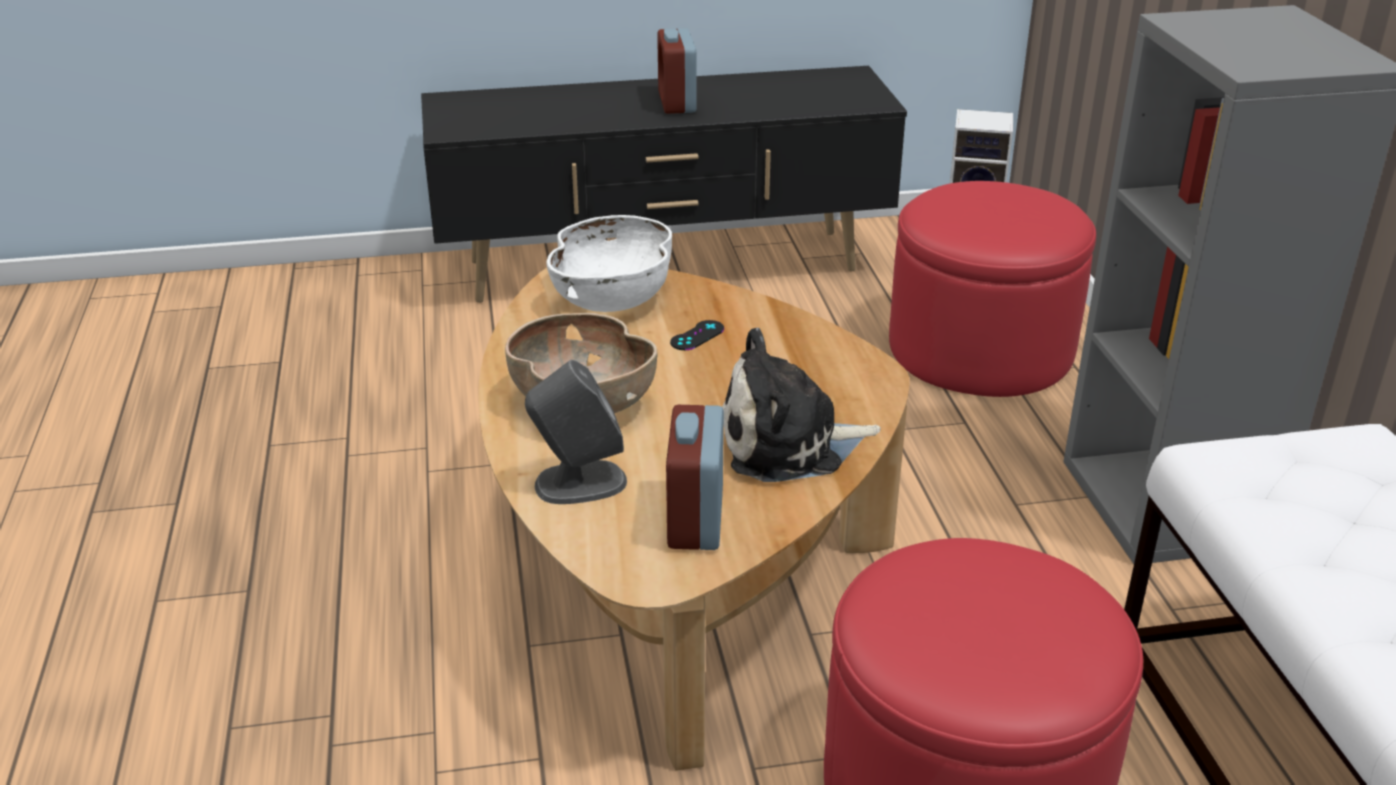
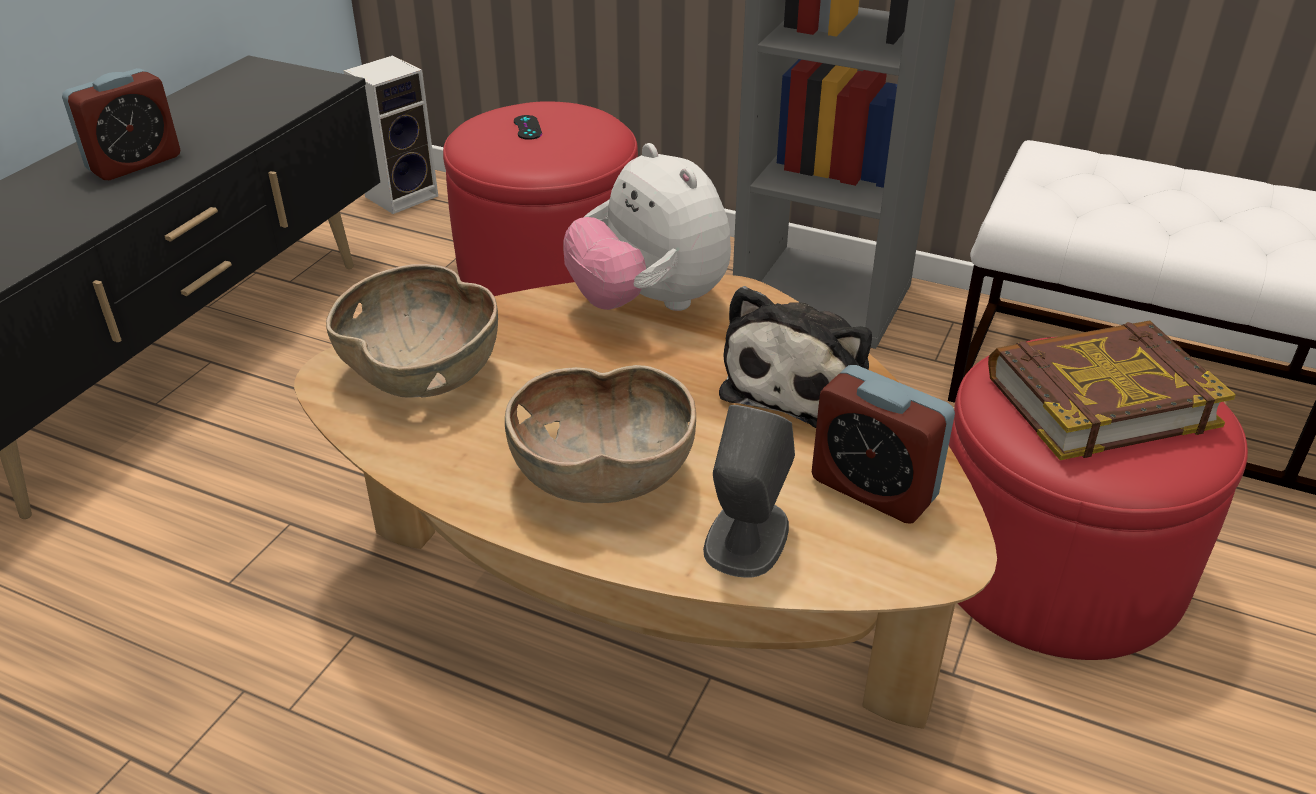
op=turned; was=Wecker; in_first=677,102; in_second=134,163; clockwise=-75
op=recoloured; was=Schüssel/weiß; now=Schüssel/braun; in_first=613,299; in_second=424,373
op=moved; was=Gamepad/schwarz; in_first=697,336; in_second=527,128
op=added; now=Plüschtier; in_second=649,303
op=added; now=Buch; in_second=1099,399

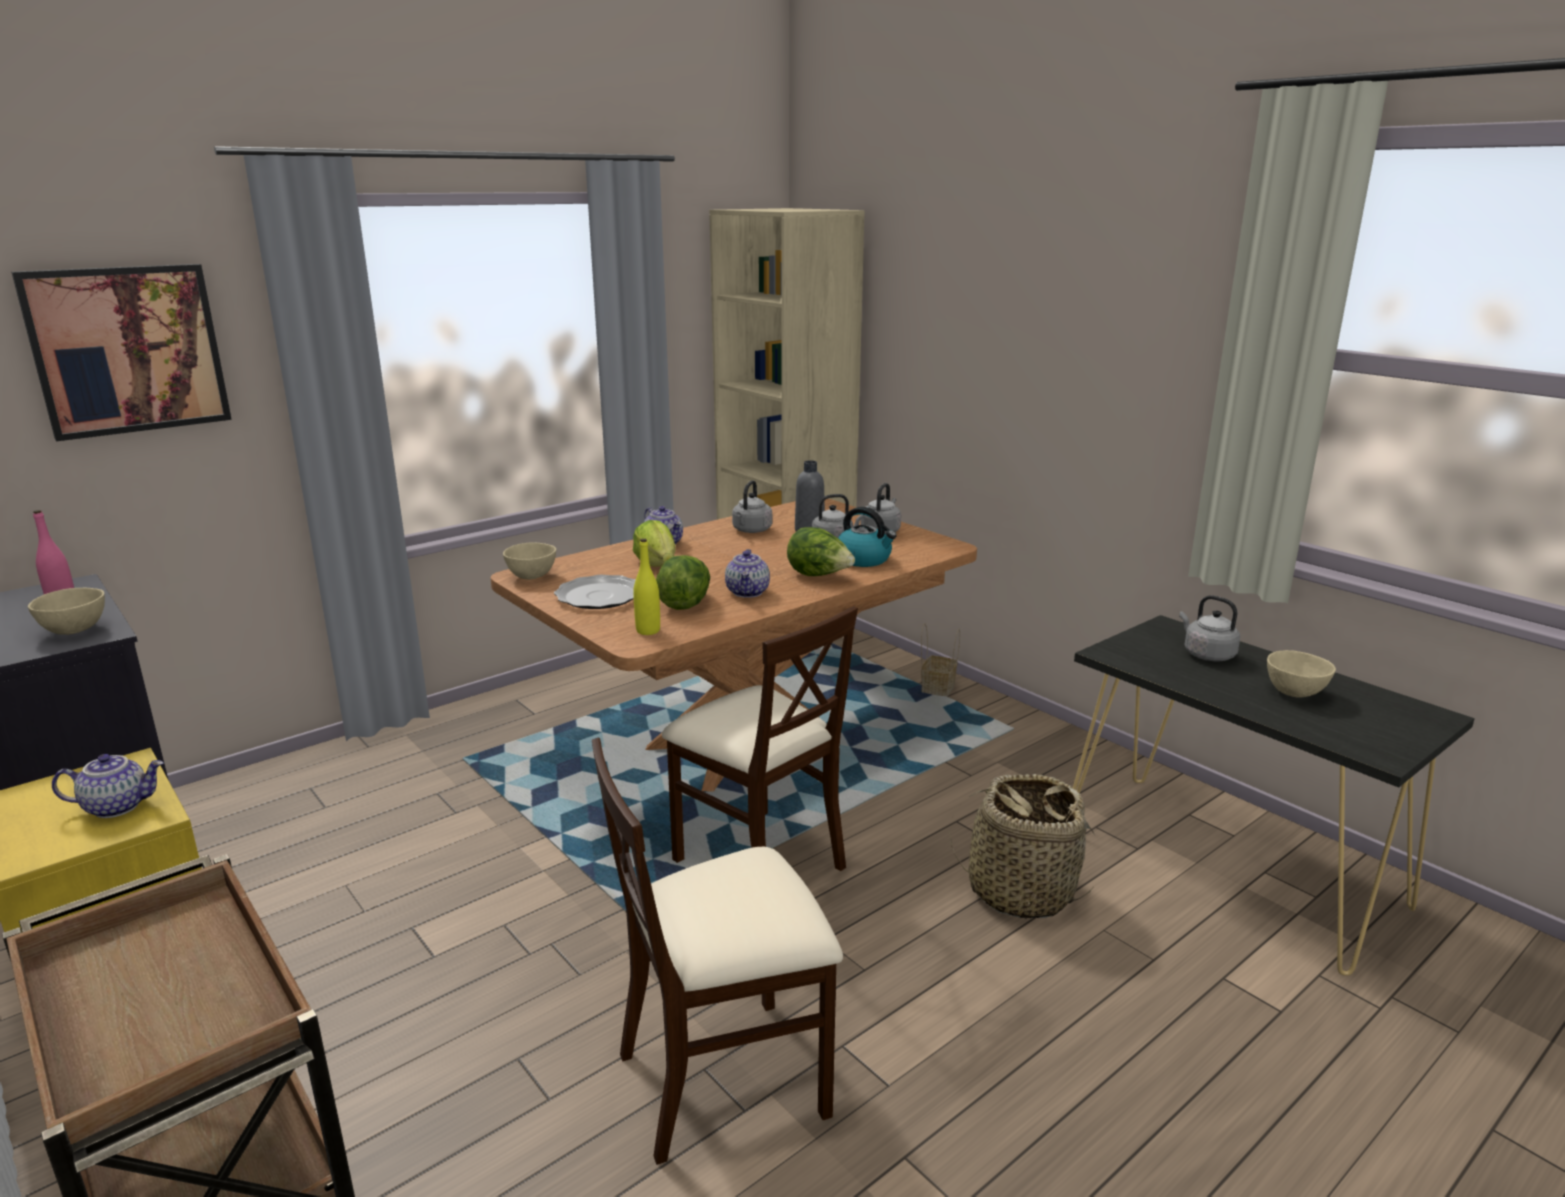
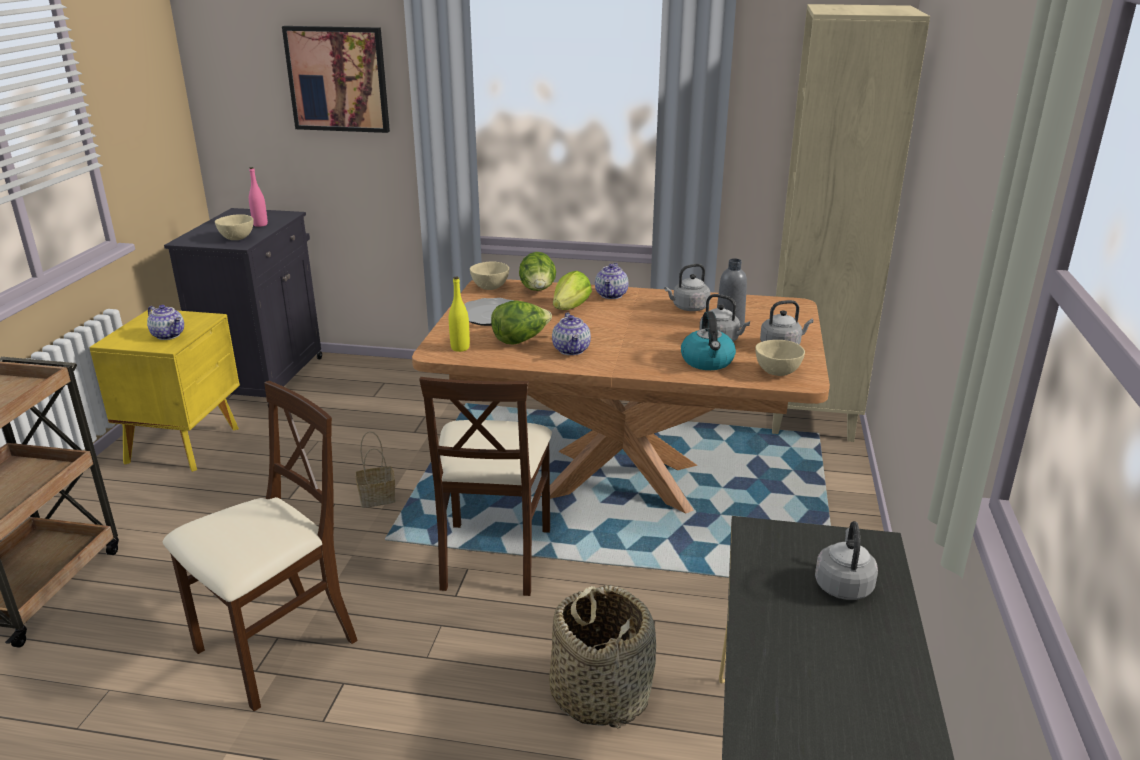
op=moved; was=Salatkopf; in_first=819,576; in_second=538,291
op=turned; was=Teekanne; in_first=748,592; in_second=572,350; clockwise=-60
op=moved; was=Korb; in_first=937,688; in_second=378,497
op=moved; was=Schüssel/beige; in_first=1296,693; in_second=777,373
op=turned; was=Stuhl/beige; in_first=724,1078; in_second=276,649; clockwise=105

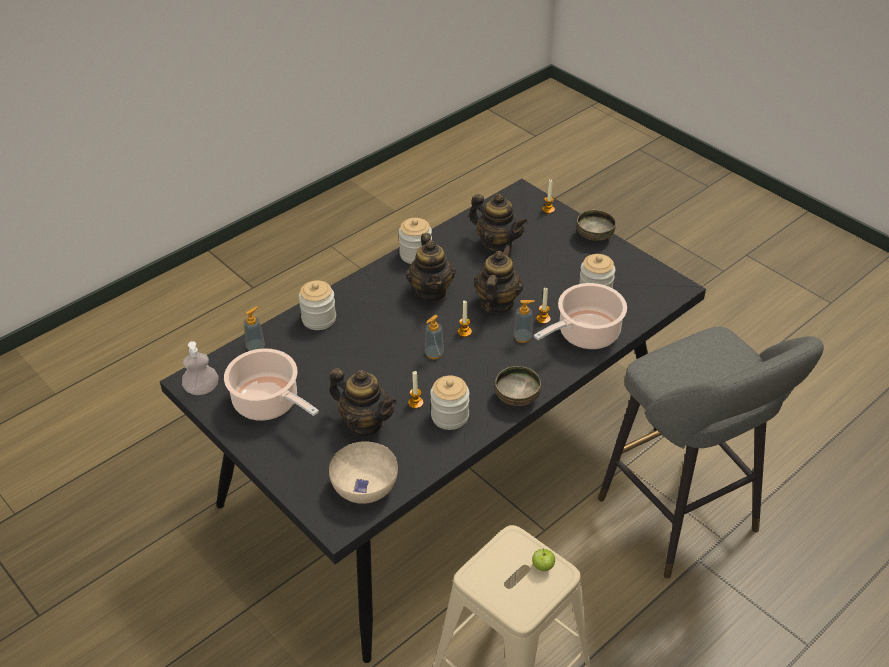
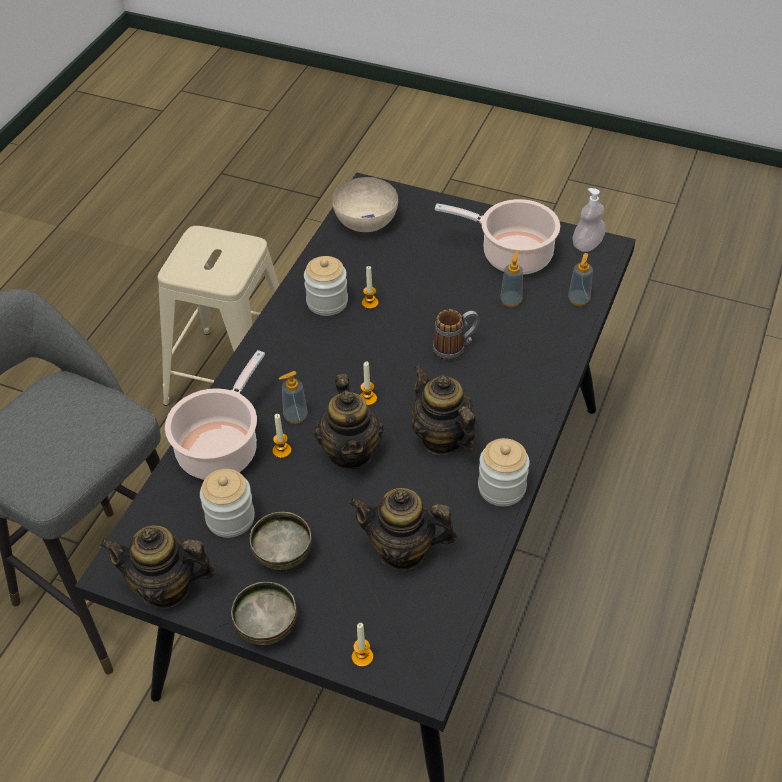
op=removed; was=Vorratsglas; in_first=319,319
op=moved; was=Seifenspender; in_first=434,354; in_second=511,301
op=moved; was=Schüssel; in_first=517,398; in_second=281,554
op=moved; was=Teekanne; in_first=365,423; in_second=166,587
op=removed; was=Apfel; in_first=543,566
op=added; now=Henkelbecher; in_second=455,348

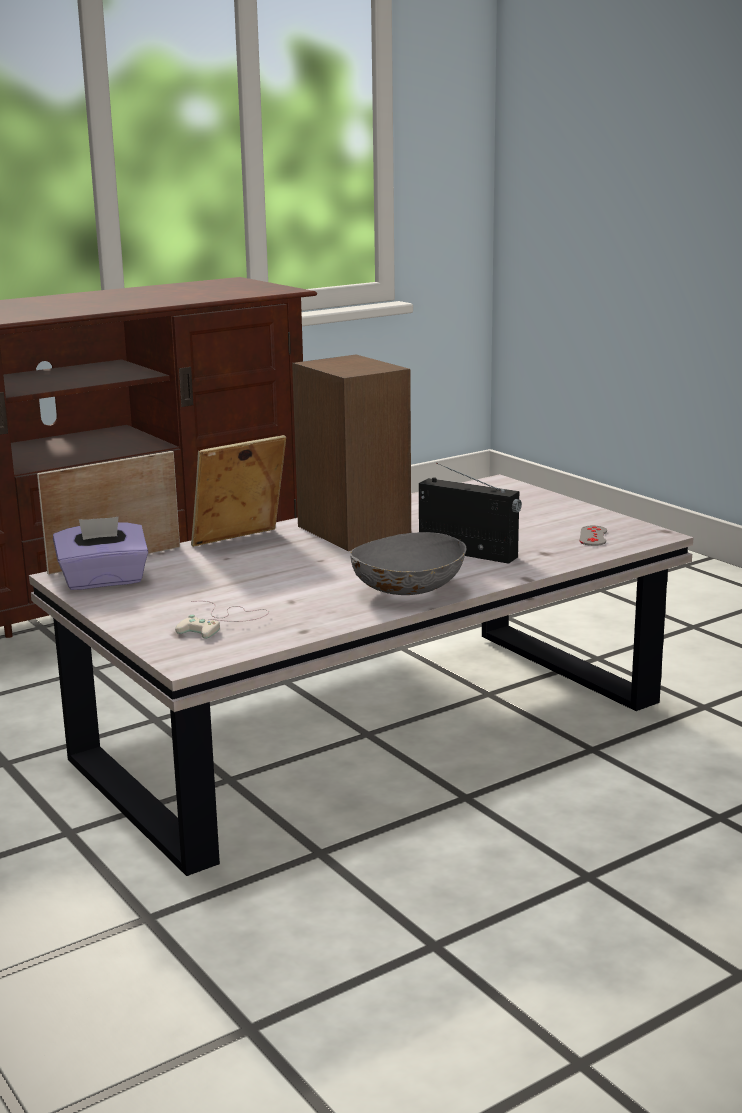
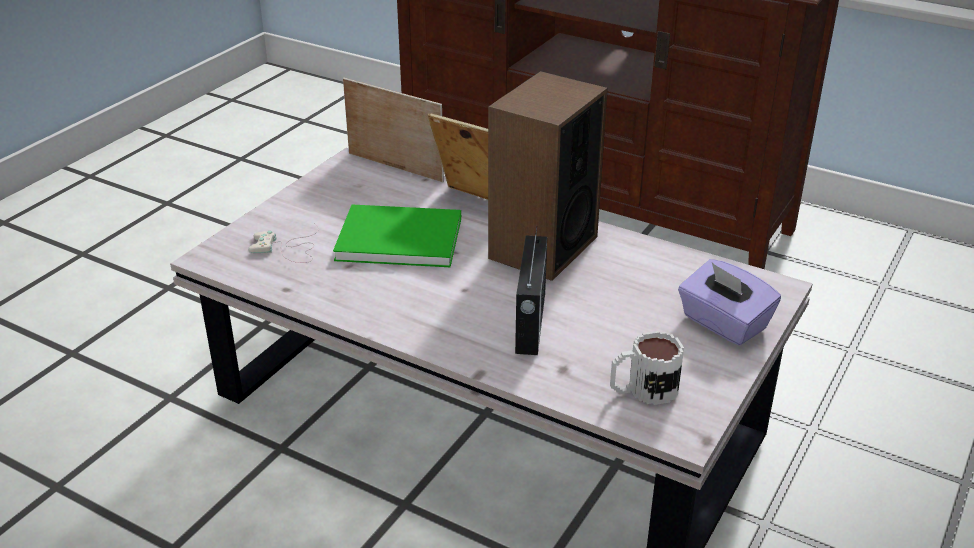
op=moved; was=Taschentuchbox/lila; in_first=103,581; in_second=723,324
op=replaced; was=Gamepad/grau; now=Henkelbecher; in_first=593,536; in_second=642,390
op=removed; was=Schüssel/grau; in_first=408,592
op=added; now=Buch/grün; in_second=396,237

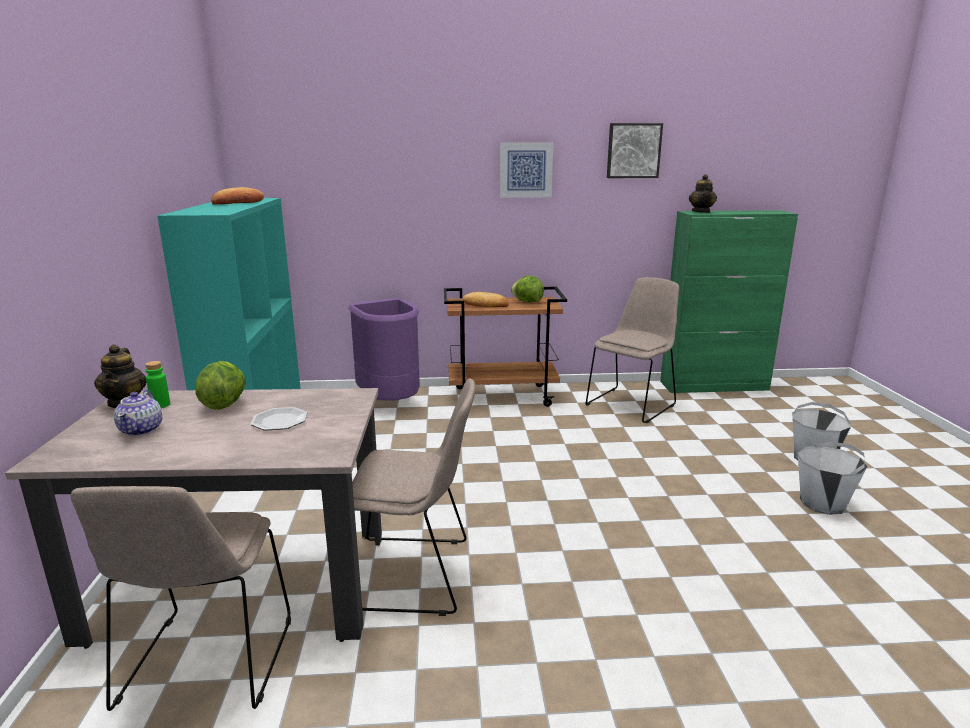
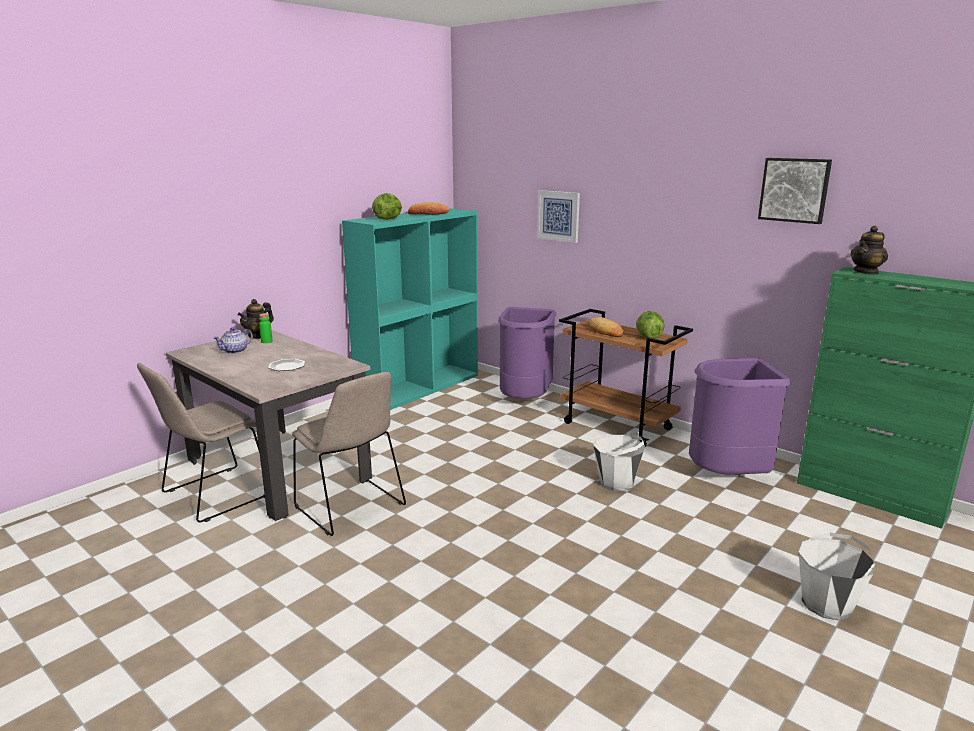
op=moved; was=Bild; in_first=525,170; in_second=558,216
op=replaced; was=Stuhl/beige; now=Mülleimer/lila; in_first=631,404; in_second=727,476
op=moved; was=Salatkopf; in_first=224,404; in_second=388,219
op=moved; was=Eimer/weiß; in_first=823,503; in_second=616,482

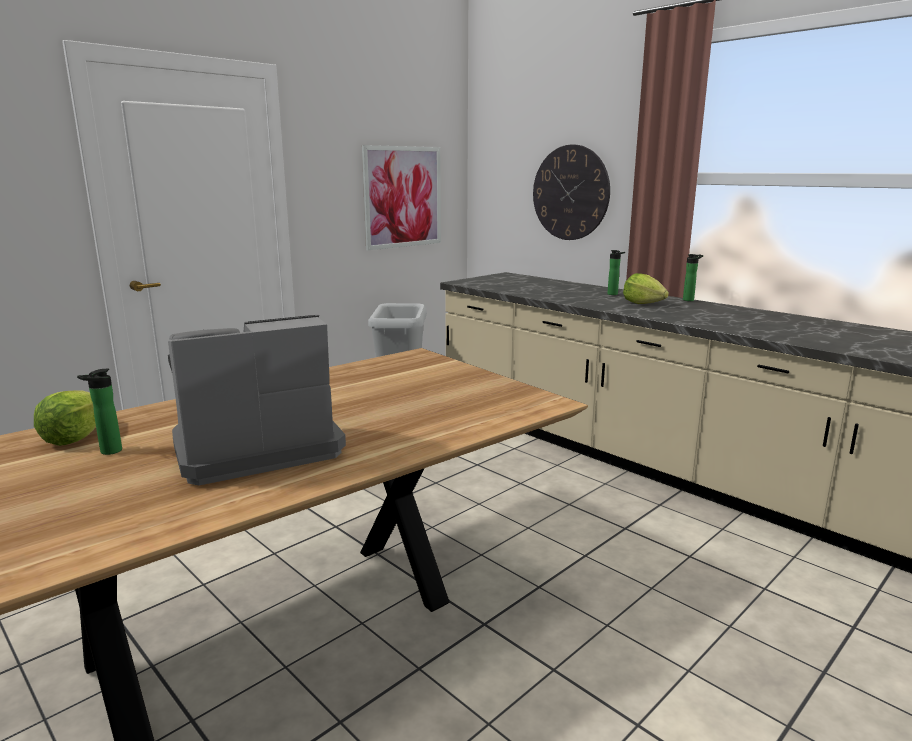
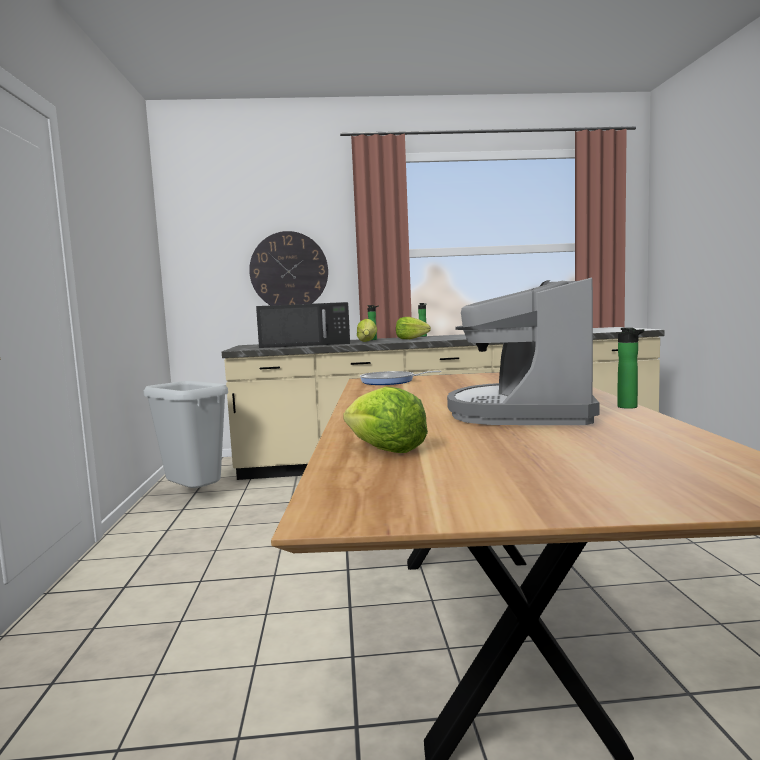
op=removed; was=Bild; in_first=403,197
op=moved; was=Flasche; in_first=108,452; in_second=629,407
op=added; now=Mikrowelle/schwarz; in_second=308,344
op=added; now=Salatkopf; in_second=367,341
op=added; now=Pfanne; in_second=390,382

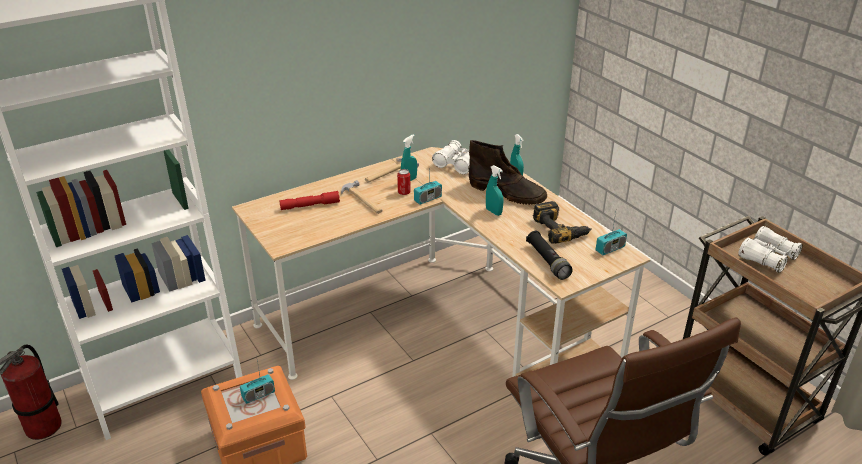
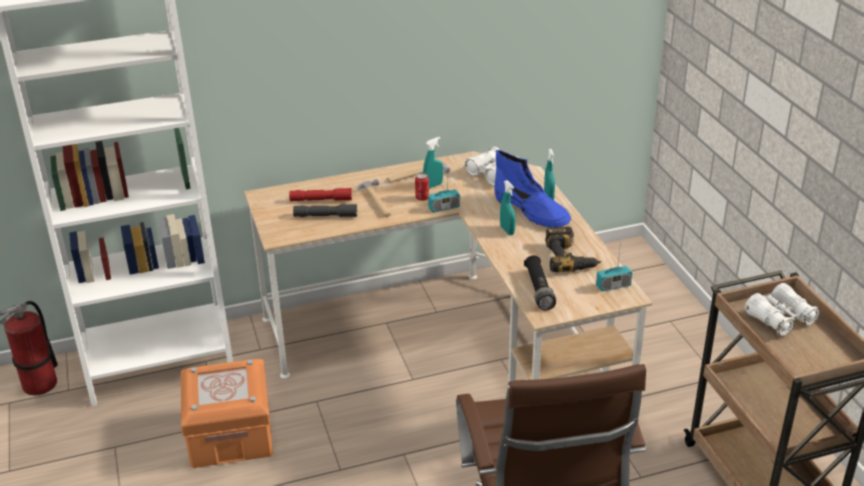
op=recoloured; was=Stiefel/braun; now=Stiefel/blau; in_first=507,193; in_second=532,211
op=removed; was=Radio; in_first=258,395
op=added; now=Taschenlampe/grau; in_second=325,216

